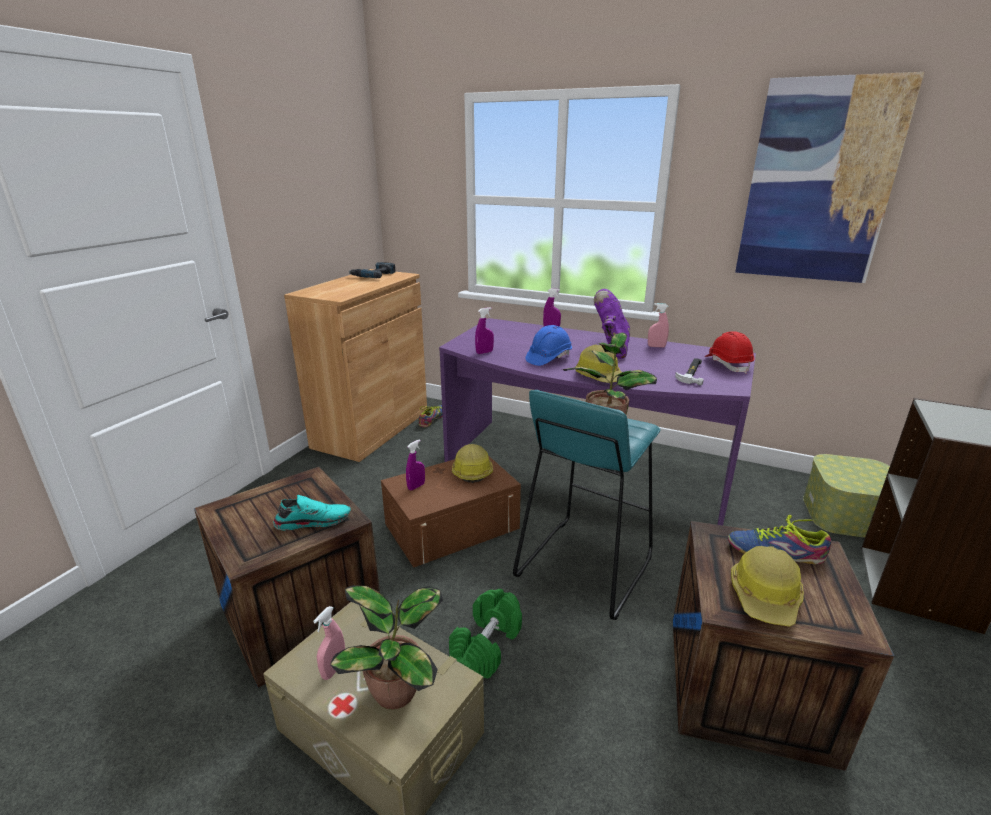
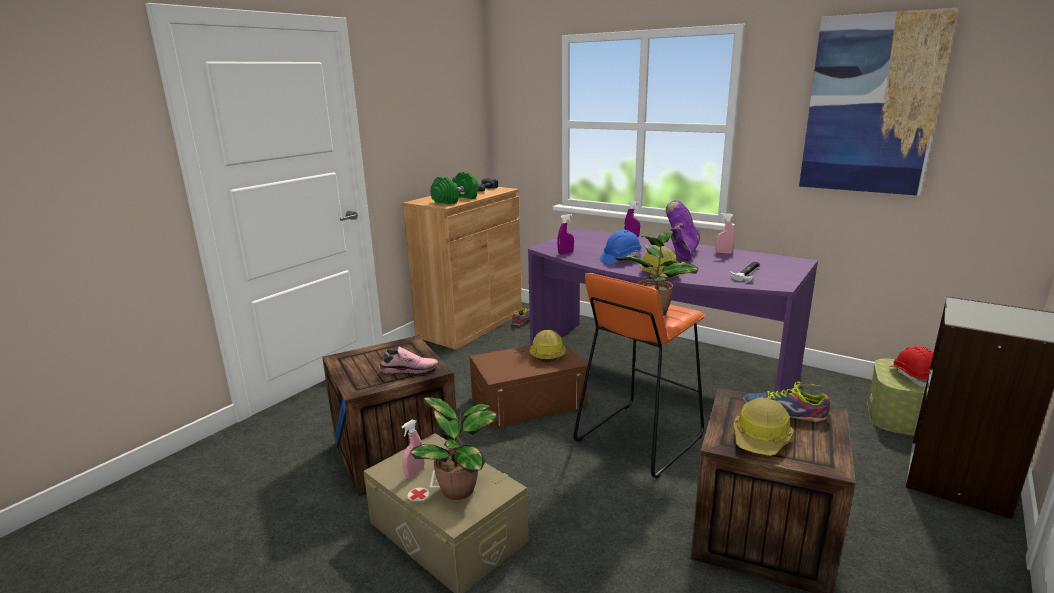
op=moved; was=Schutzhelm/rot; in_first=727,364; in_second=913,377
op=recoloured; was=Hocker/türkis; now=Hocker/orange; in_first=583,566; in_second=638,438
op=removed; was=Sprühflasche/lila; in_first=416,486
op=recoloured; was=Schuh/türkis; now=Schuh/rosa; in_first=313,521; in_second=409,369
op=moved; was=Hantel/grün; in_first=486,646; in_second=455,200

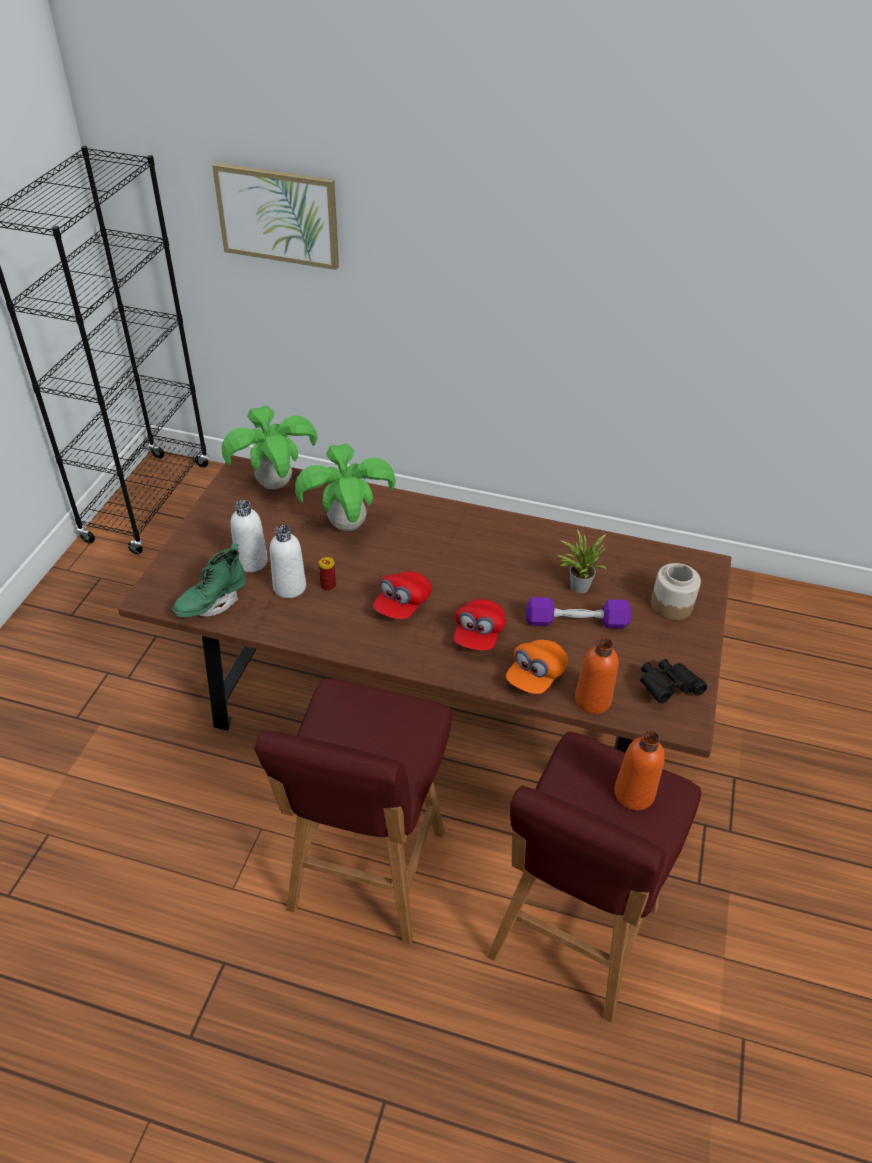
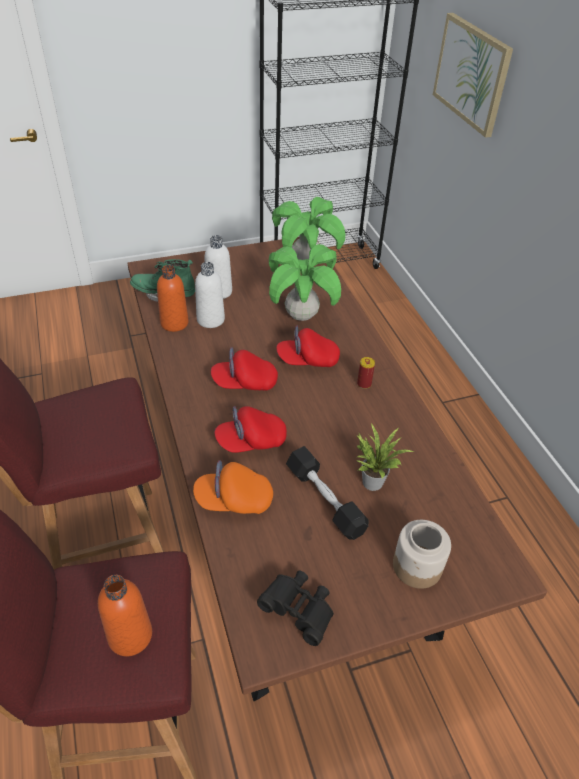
op=moved; was=Dose; in_first=328,585; in_second=364,384
op=recoloured; was=Hantel/lila; now=Hantel/schwarz; in_first=576,622; in_second=325,499
op=moved; was=Flasche/orange; in_first=592,700; in_second=174,323
op=added; now=Kappe/rot; in_second=307,360

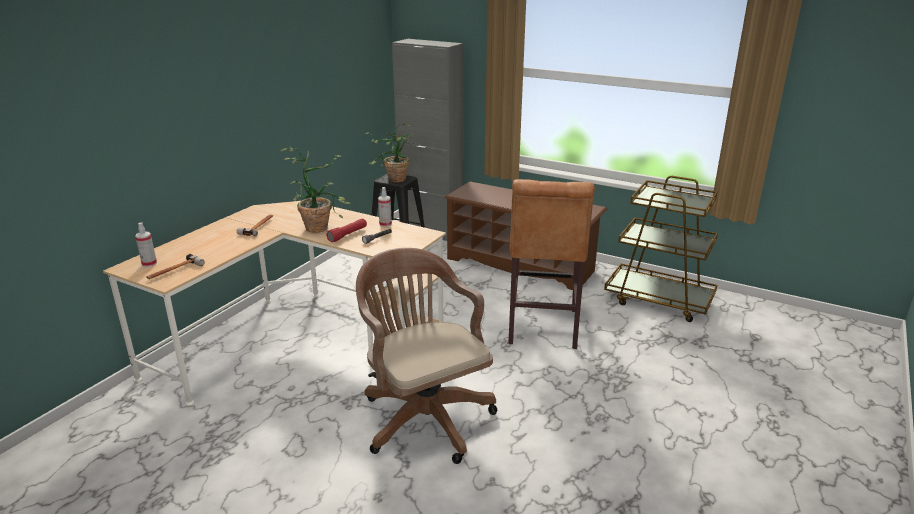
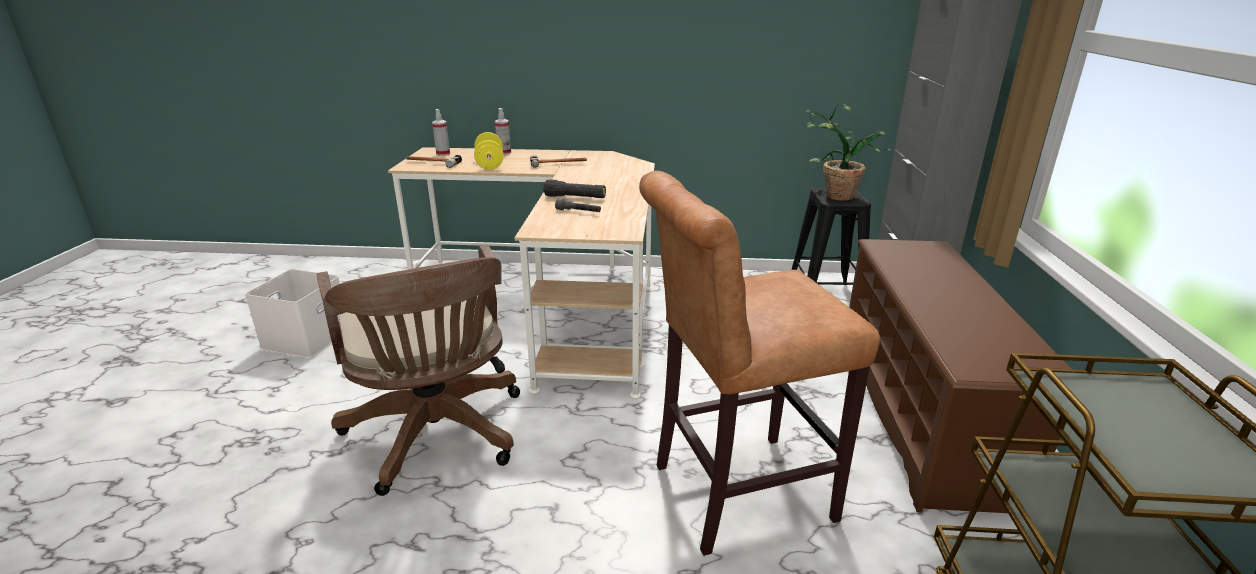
op=removed; was=Topfpflanze; in_first=319,225
op=moved; was=Sprühflasche; in_first=385,224; in_second=504,153
op=recoloured; was=Taschenlampe/rot; now=Taschenlampe/schwarz; in_first=347,235; in_second=575,197
op=turned; was=Bürostuhl/braun; in_first=423,415; in_second=438,437; clockwise=120
op=added; now=Hantel/gelb; in_second=490,164
op=added; now=Aufbewahrungsbox/weiß; in_second=306,339

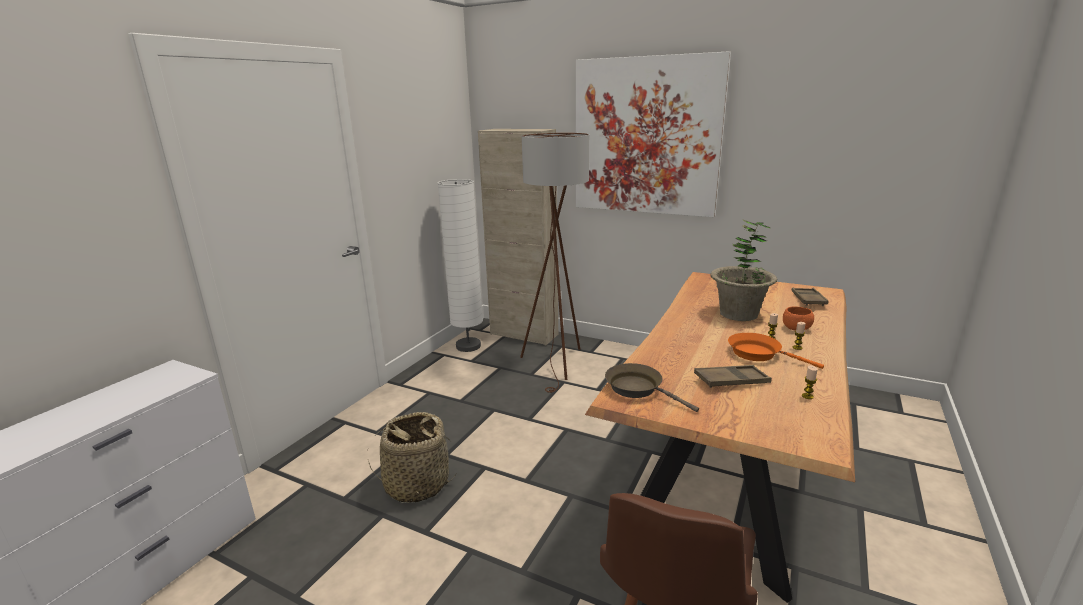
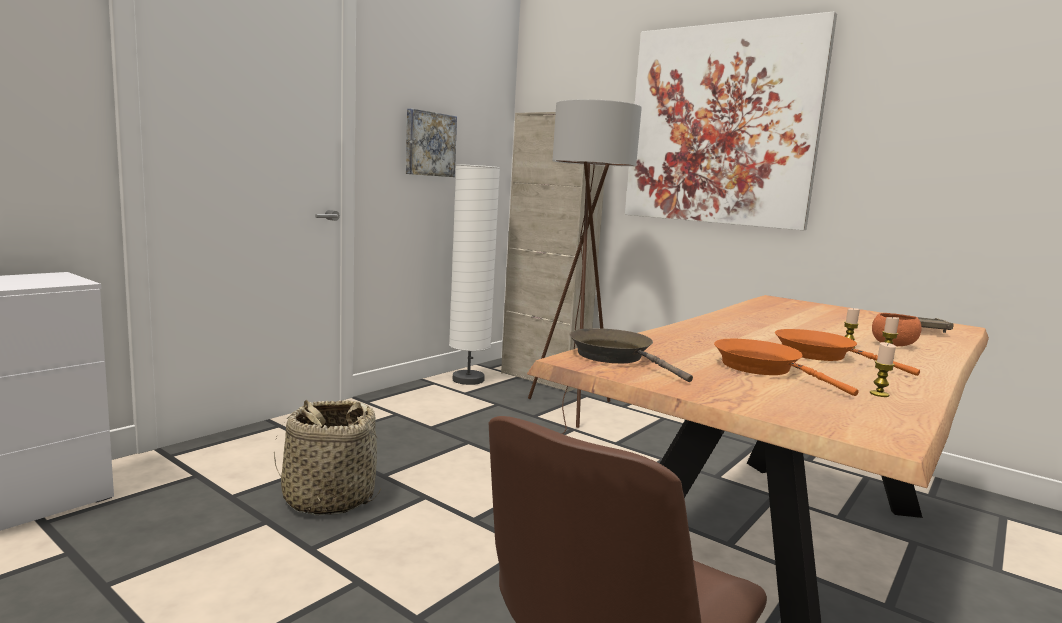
op=removed; was=Topfpflanze; in_first=738,314
op=replaced; was=Tablett/braun; now=Pfanne/orange; in_first=731,381; in_second=763,368
op=added; now=Bild; in_second=429,144

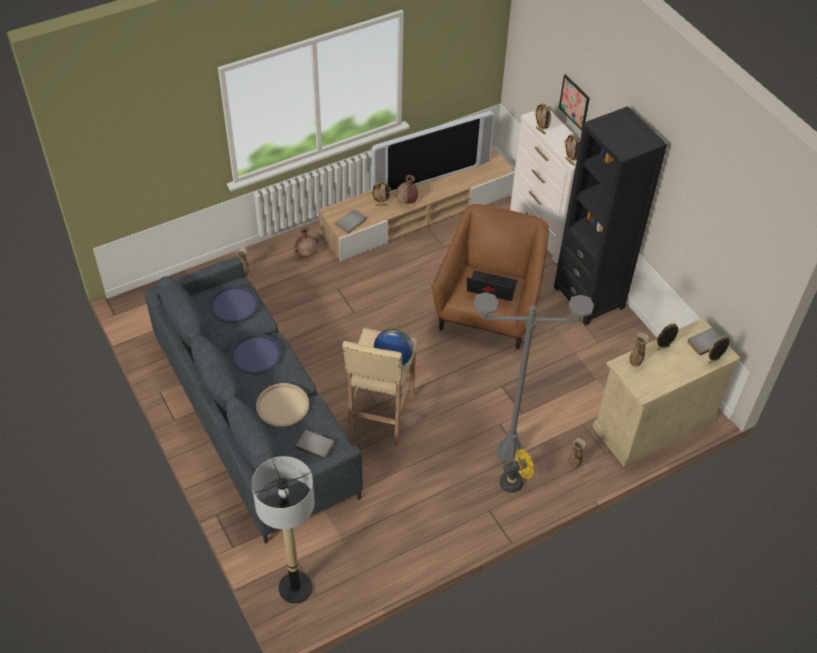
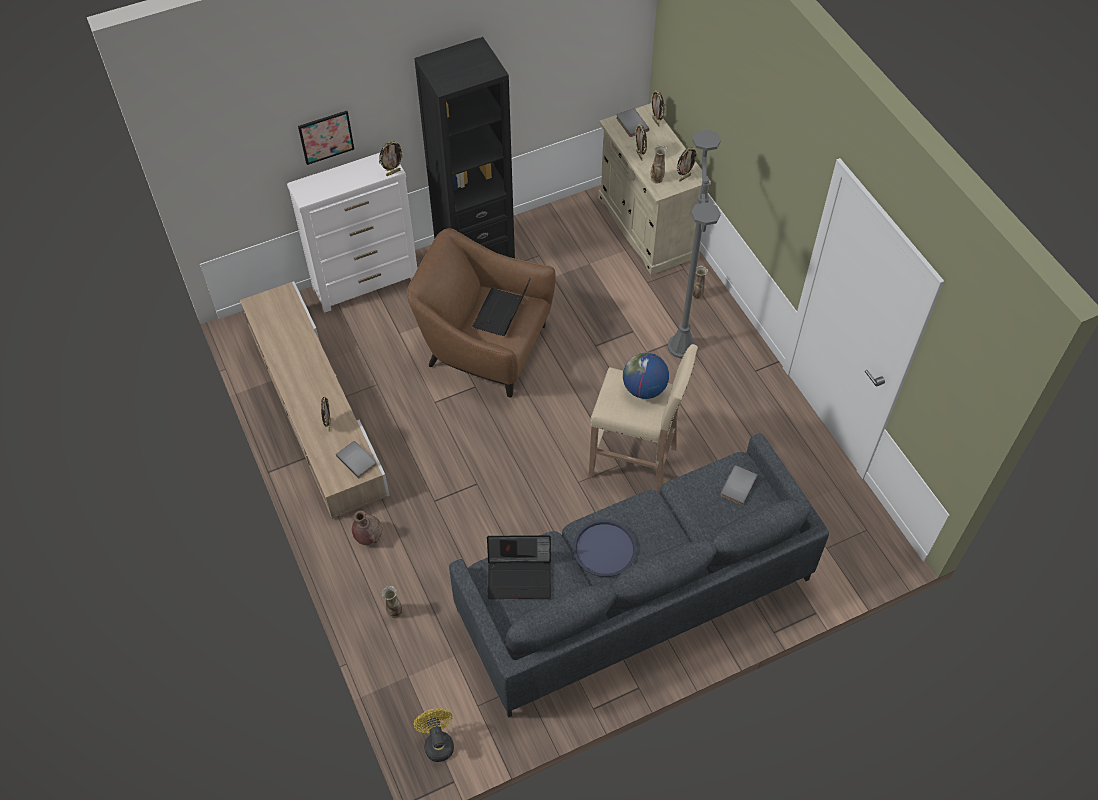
op=moved; was=Bilderrahmen; in_first=541,131; in_second=684,177
op=removed; was=Fernseher; in_first=429,175
op=removed; was=Vase/braun; in_first=406,201
op=replaced; was=Tablett/blau; now=Laptop; in_first=234,304; in_second=520,576
op=removed; was=Tablett/beige; in_first=282,405
op=moved; was=Ventilator/gelb; in_first=514,481; in_second=437,742
op=removed; was=Stehlampe; in_first=295,588

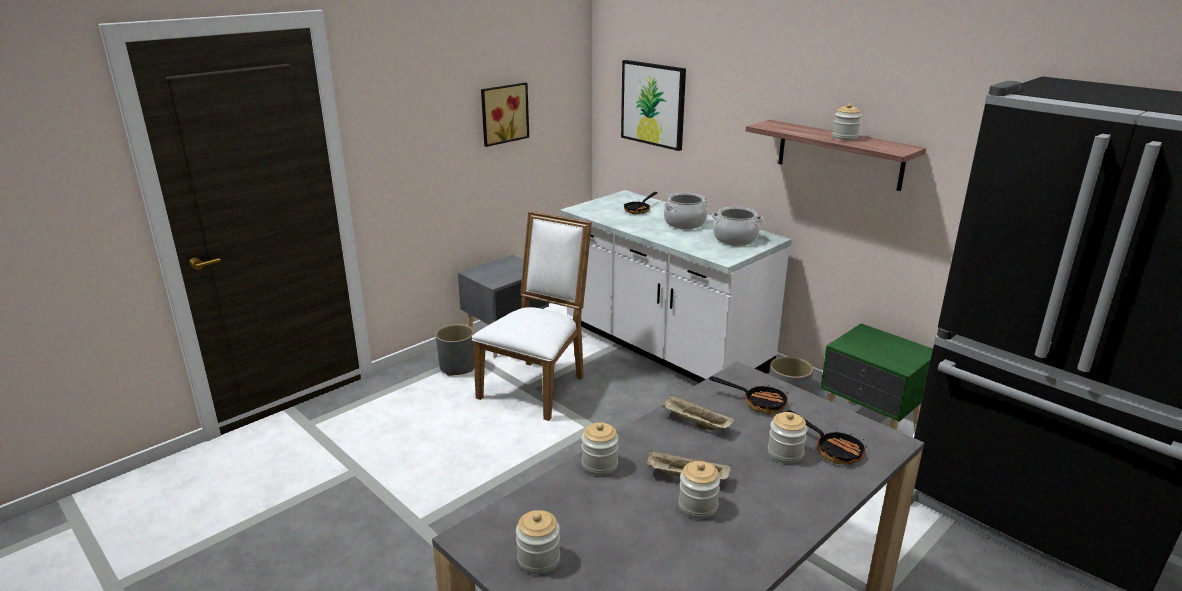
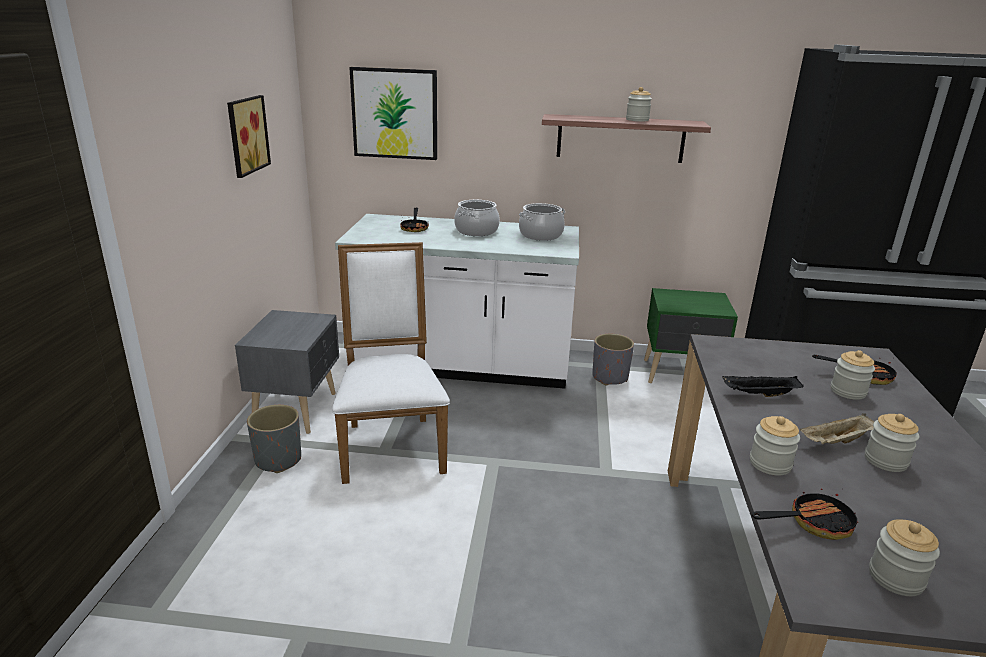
op=moved; was=Pfanne; in_first=758,402; in_second=812,523
op=recoloured; was=Tablett/beige; now=Tablett/schwarz; in_first=695,423; in_second=759,395

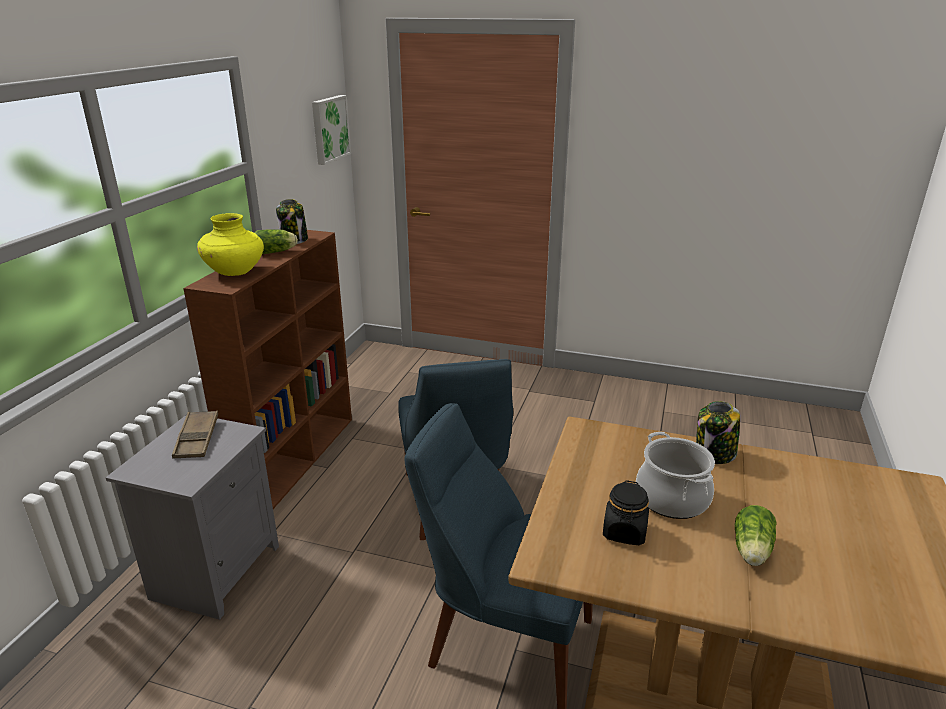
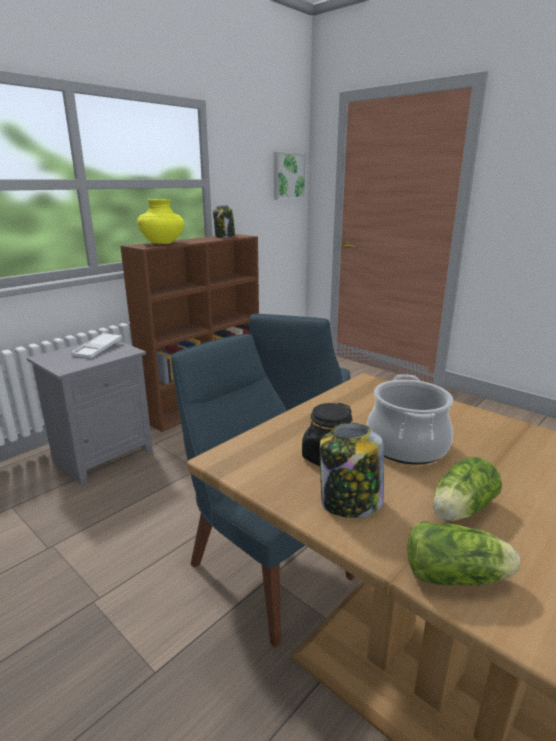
op=moved; was=Salatkopf; in_first=276,252; in_second=458,577
op=moved; was=Vorratsglas; in_first=714,455; in_second=350,503
op=recoloured; was=Tablett/braun; now=Tablett/weiß; in_first=197,439; in_second=98,349

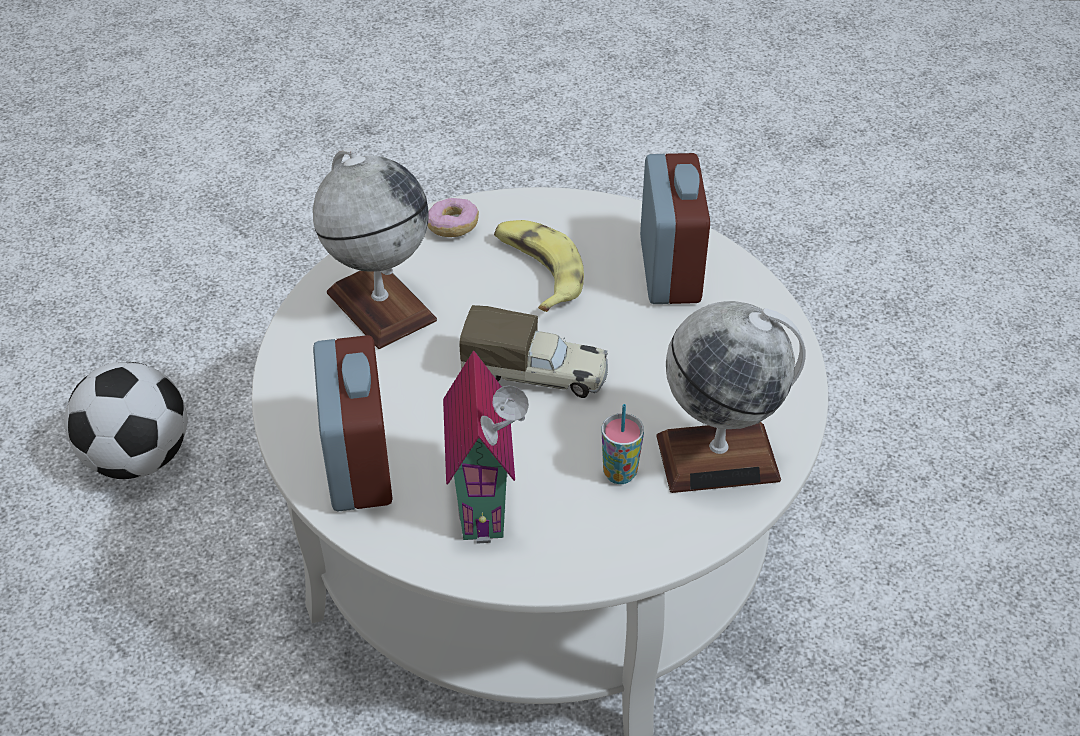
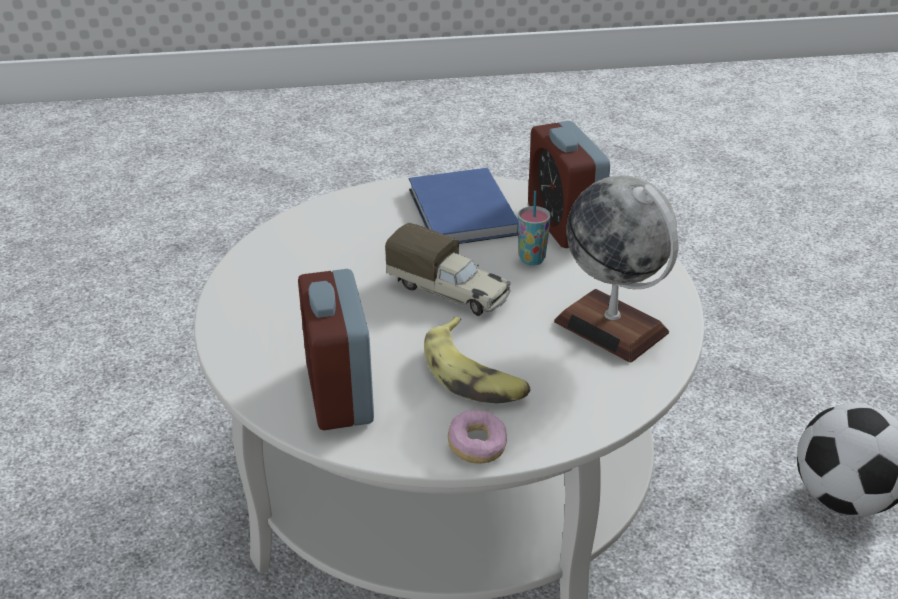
op=moved; was=Donut; in_first=453,227; in_second=477,447
op=removed; was=Globus; in_first=718,457
op=turned; was=Spielzeuglaster; in_first=536,373; in_second=450,292; clockwise=-150
op=replaced; was=Spielzeughaus; now=Buch/blau; in_first=488,503; in_second=461,214
op=moved; was=Tasse; in_first=620,473; in_second=532,259

